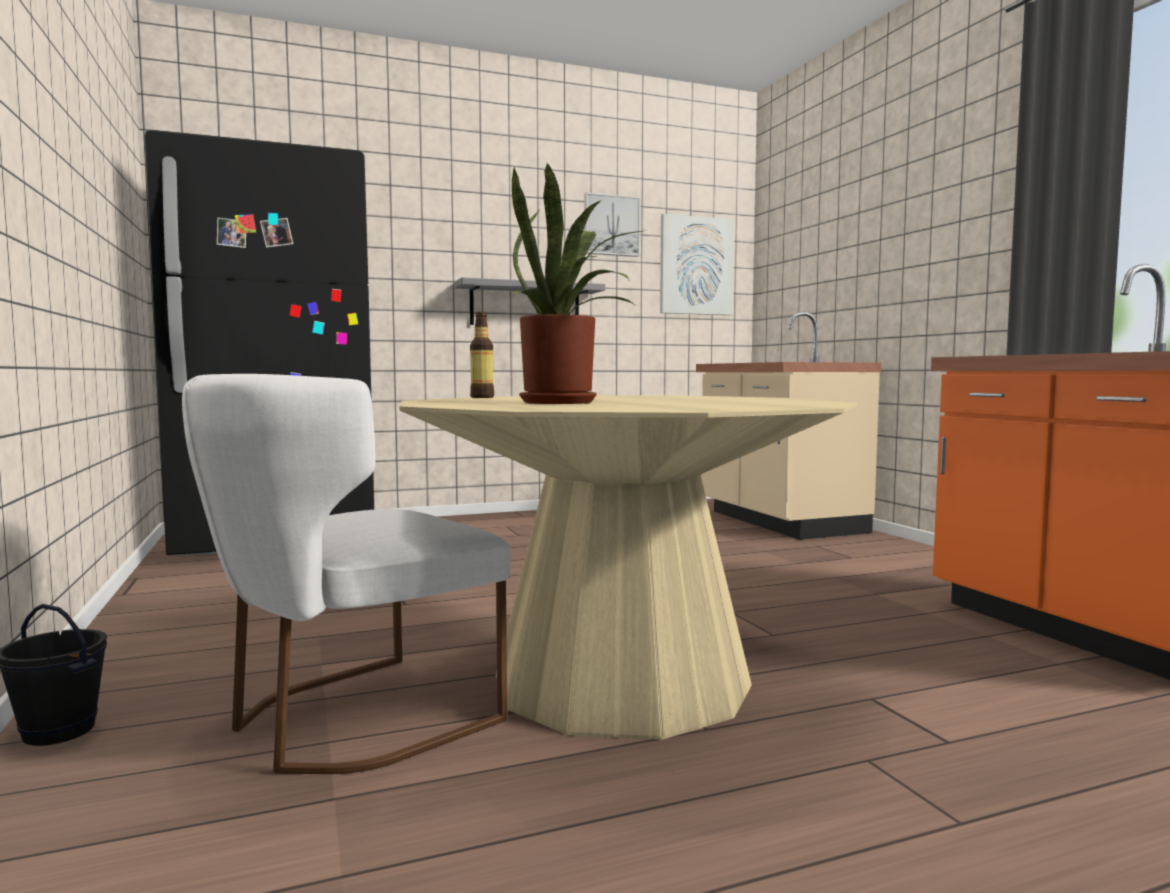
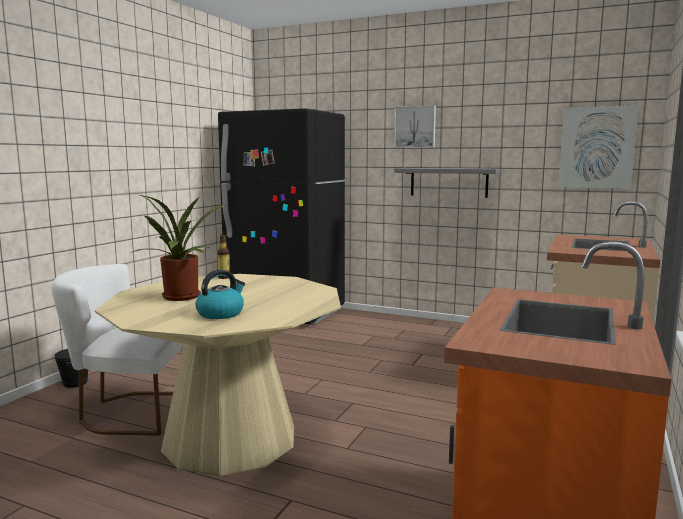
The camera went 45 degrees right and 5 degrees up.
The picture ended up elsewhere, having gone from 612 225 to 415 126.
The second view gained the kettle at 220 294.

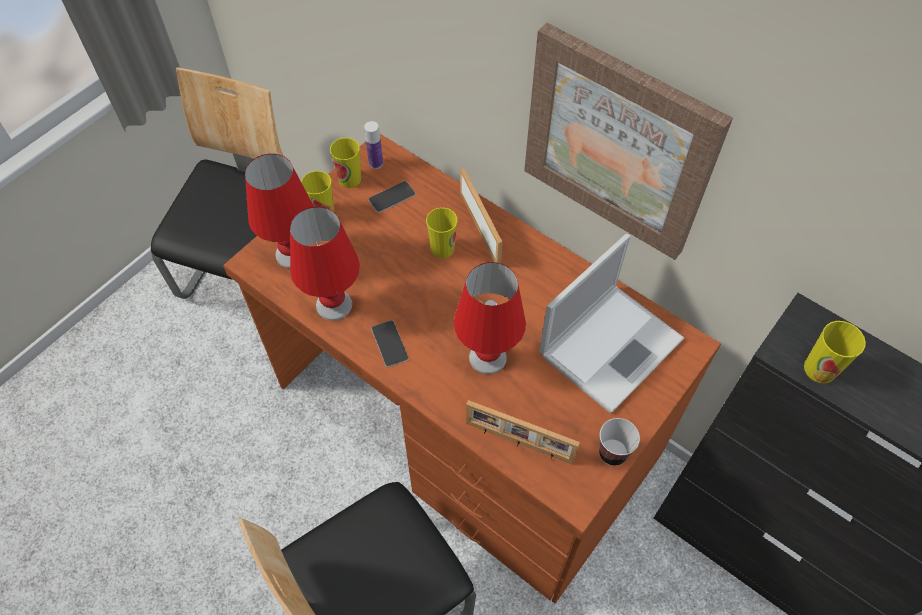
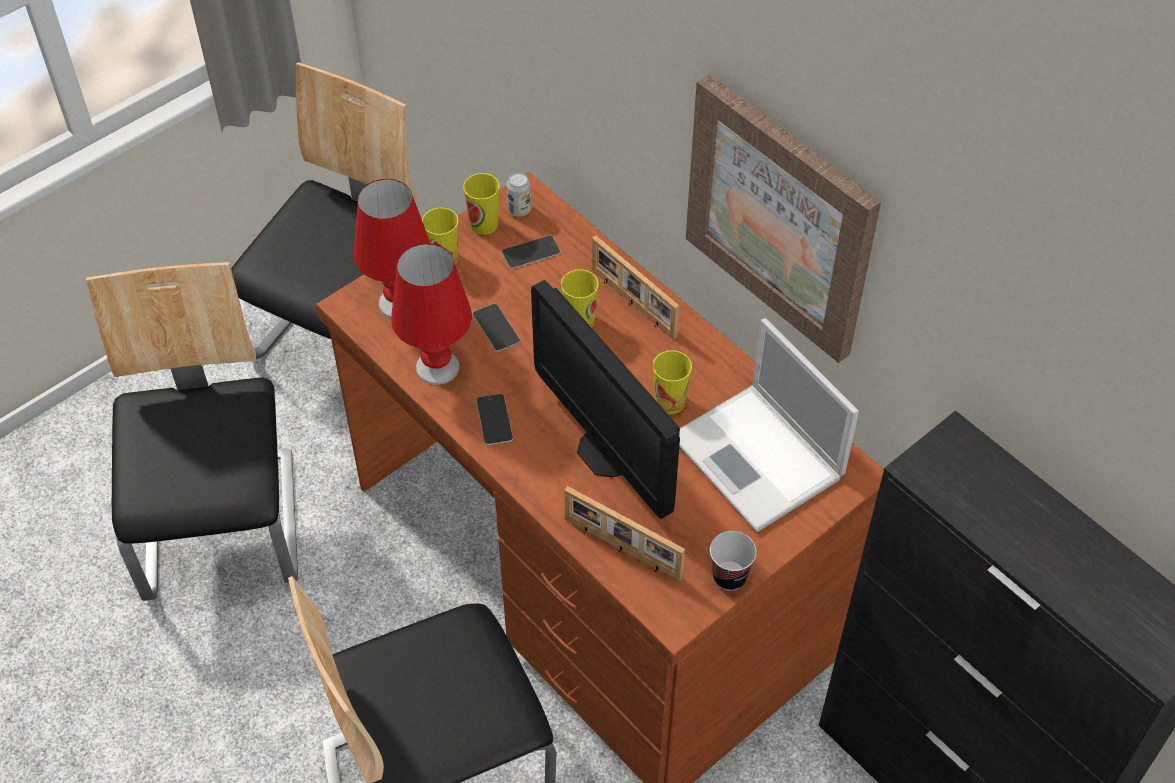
The camera went 10 degrees right and 5 degrees down.
Where the bottle stood at 373 145, the can came to stand at 519 195.
Where the red table lamp stood at 490 318, the monitor came to stand at 605 399.
The picture frame at 481 216 ended up facing another way, 150 degrees clockwise from before.
The laptop at 611 323 ended up facing another way, 90 degrees clockwise from before.
The cup ended up elsewhere, having gone from 835 352 to 672 382.
The second view gained the chair at 192 431.
The second view gained the phone at 496 327.

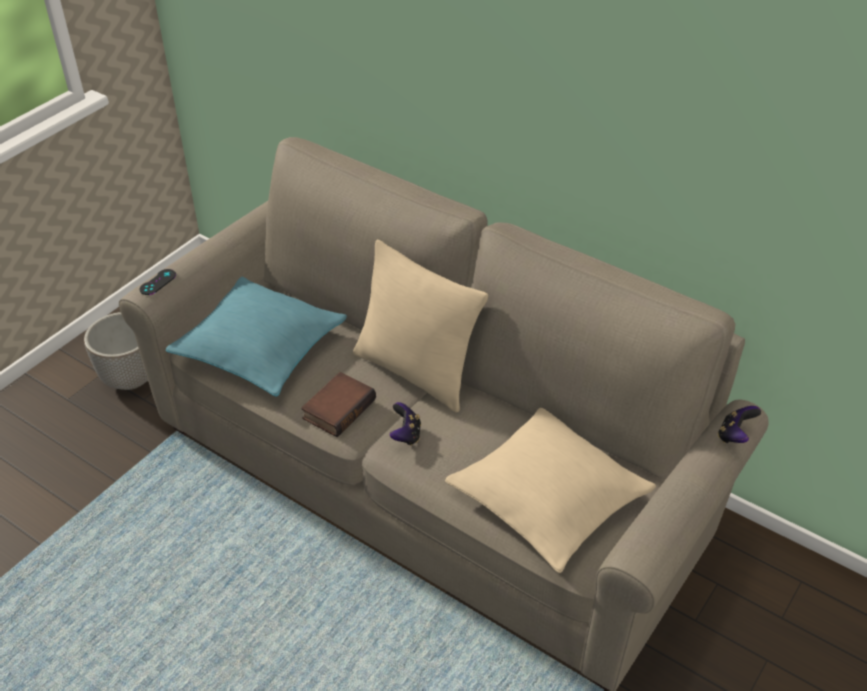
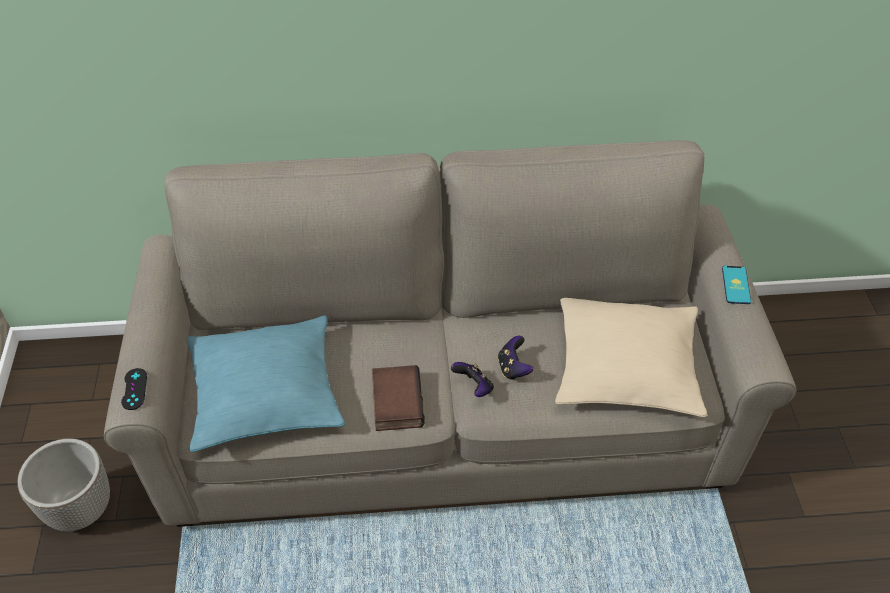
The camera went 40 degrees left and 5 degrees up.
The second view lost the beige pillow at 420 326.
The game controller ended up elsewhere, having gone from 739 424 to 515 358.
The second view gained the phone at 736 285.

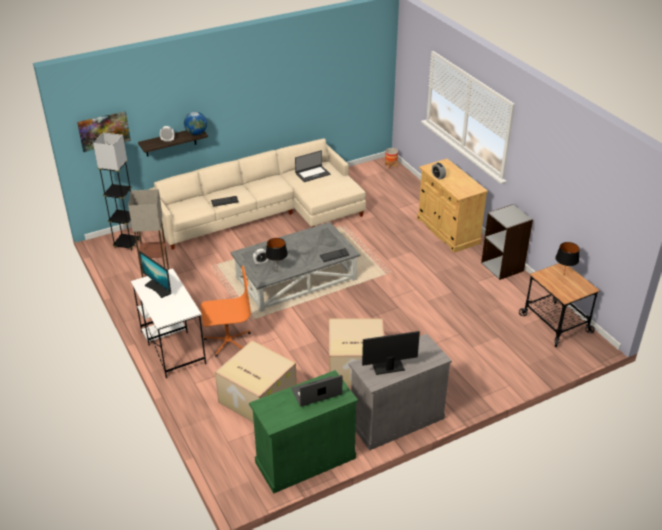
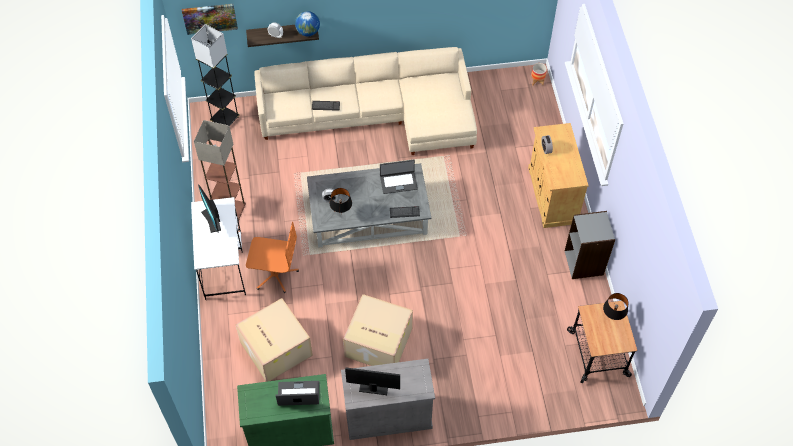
The camera went 20 degrees right and 20 degrees up.
The laptop ended up elsewhere, having gone from 312 166 to 399 177.

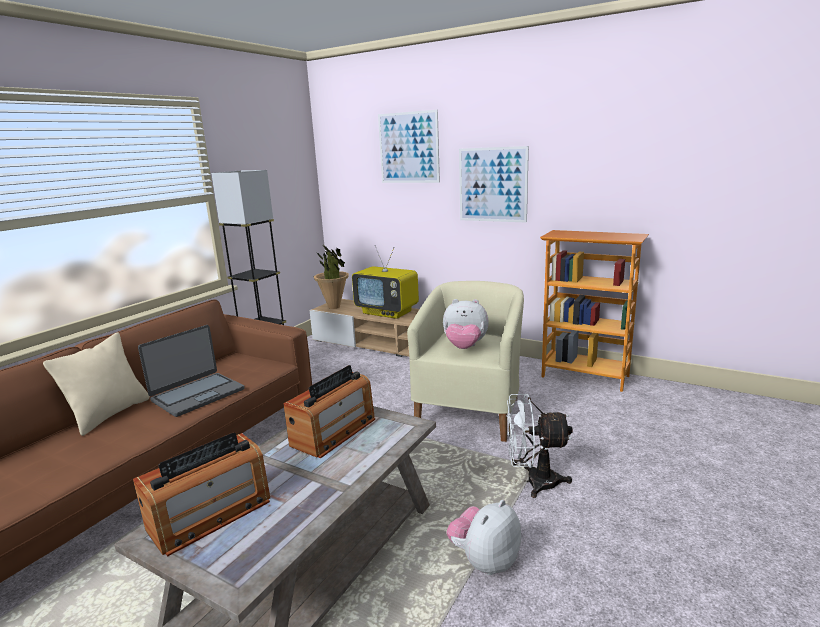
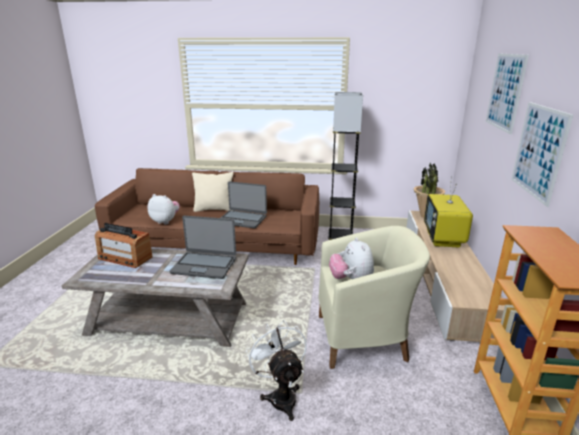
The camera went 65 degrees right and 5 degrees up.
Where the radio stood at 329 411, the laptop came to stand at 203 247.
The plush toy ended up elsewhere, having gone from 484 537 to 164 209.

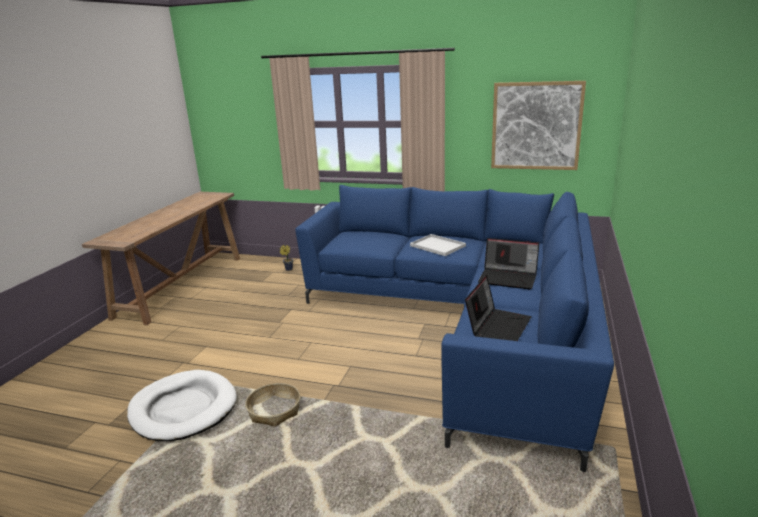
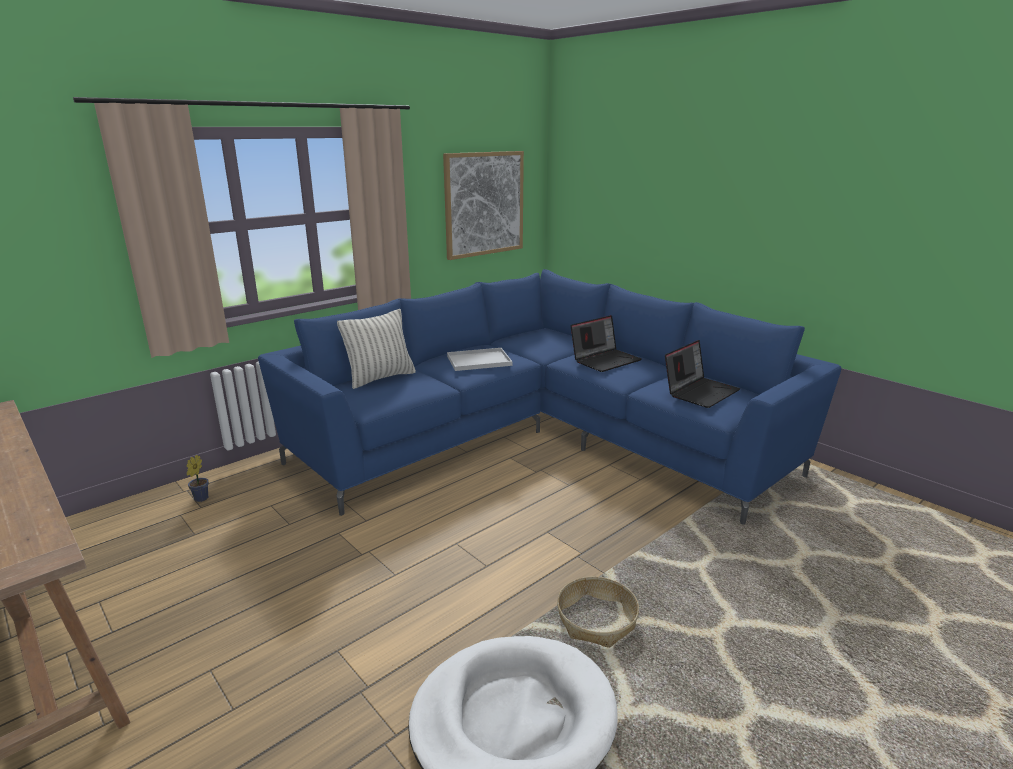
The camera went 60 degrees left and 0 degrees up.
The laptop at 498 308 ended up facing another way, 75 degrees clockwise from before.
The second view gained the pillow at 376 349.

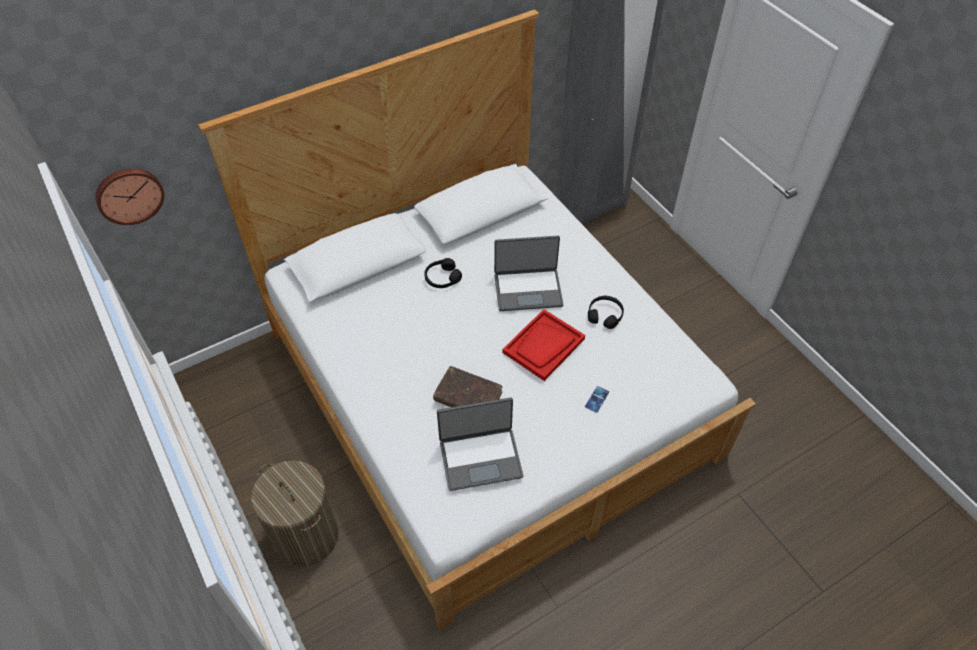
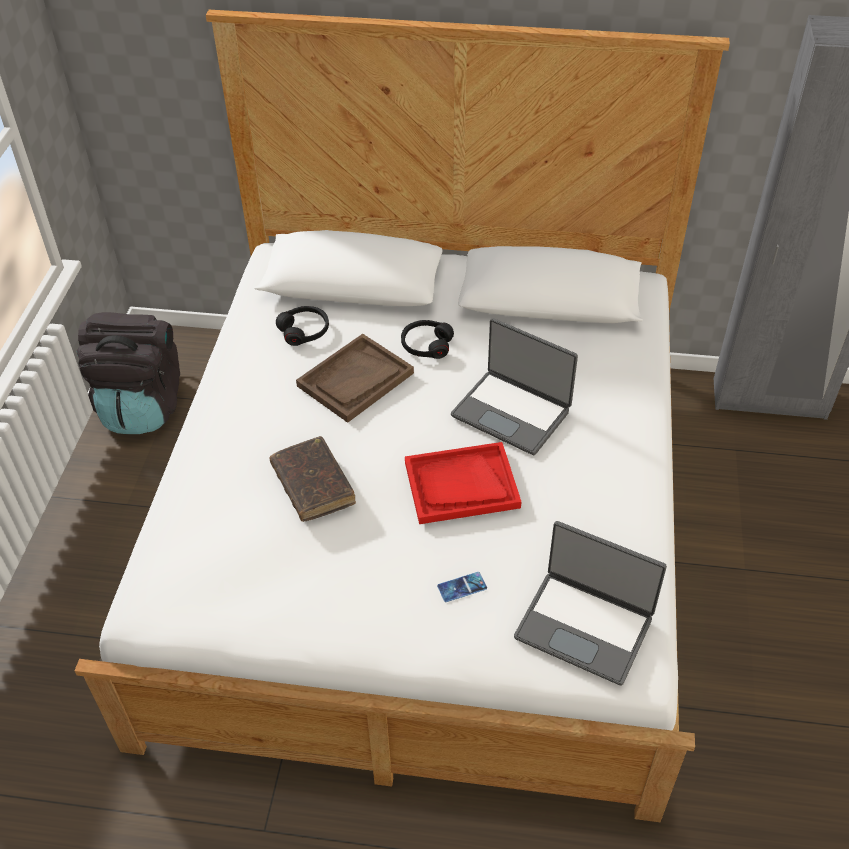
The camera went 40 degrees right and 5 degrees down.
The second view lost the wall clock at 129 196.
The second view lost the laundry basket at 295 514.
The laptop ended up elsewhere, having gone from 480 444 to 590 603.
The black headphones ended up elsewhere, having gone from 606 312 to 302 326.
The second view gained the black backpack at 128 373.
The second view gained the brown tray at 355 378.

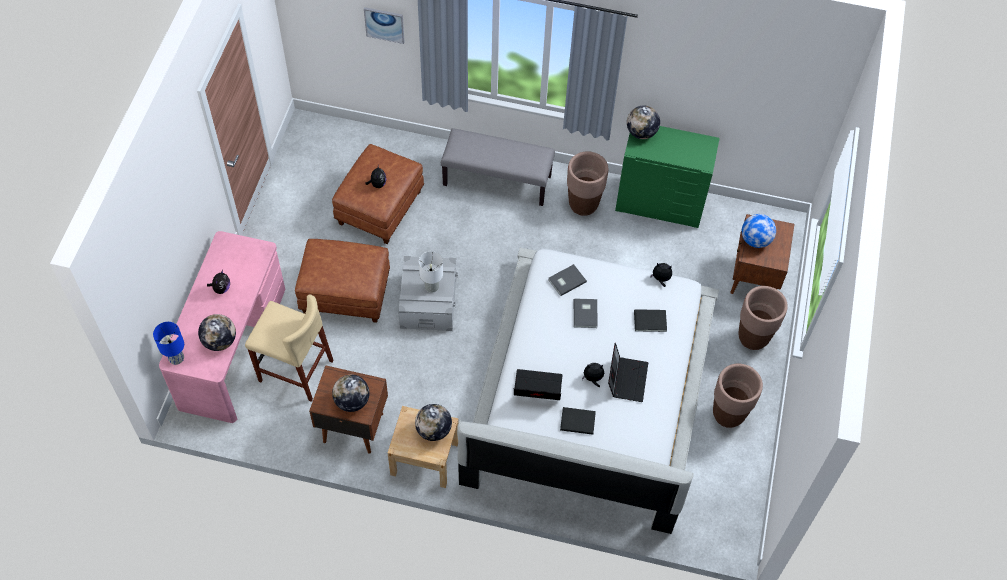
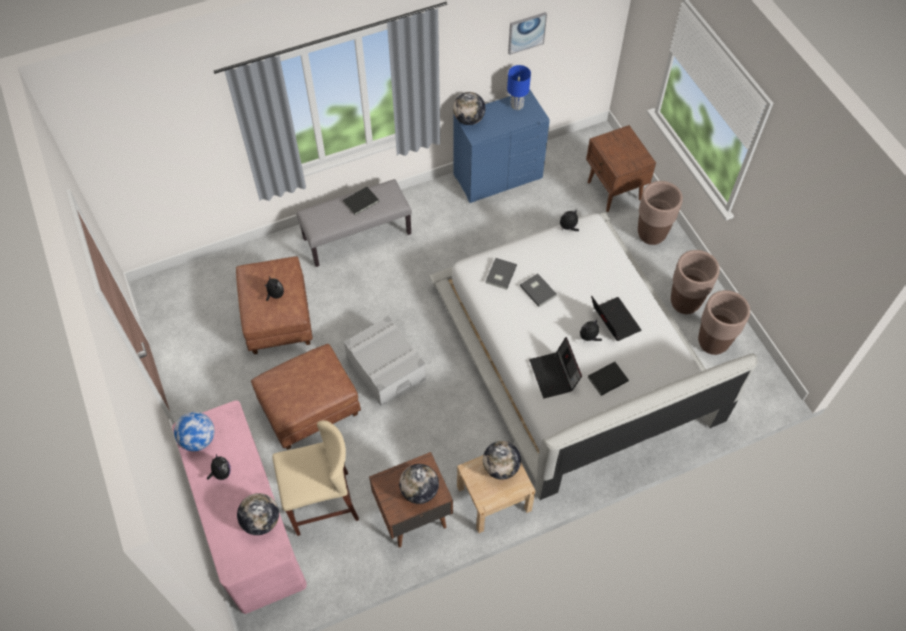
The camera went 35 degrees left and 0 degrees up.
The blue table lamp ended up elsewhere, having gone from 168 343 to 519 87.
The picture ended up elsewhere, having gone from 384 25 to 527 33.
The second view lost the white table lamp at 431 272.
The laptop at 538 384 ended up facing another way, 75 degrees counterclockwise from before.
The brown planter ended up elsewhere, having gone from 587 183 to 724 322.
What was the green dresser at 667 177 turned into the blue dresser at 502 146.
The black book ended up elsewhere, having gone from 650 320 to 361 201.
The globe ended up elsewhere, having gone from 759 231 to 194 431.

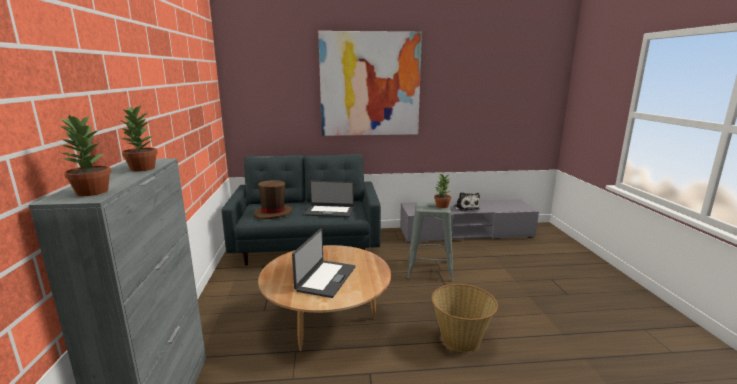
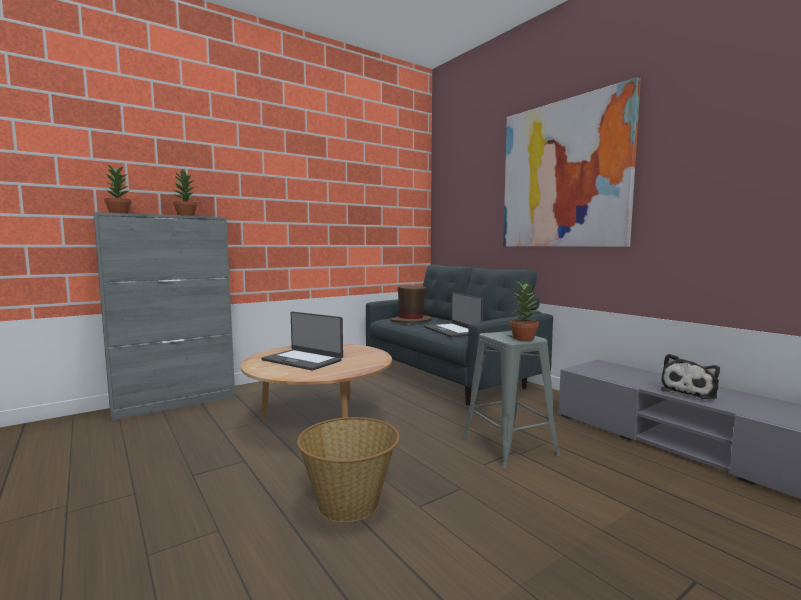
The camera went 60 degrees right and 10 degrees down.
The laptop at 323 263 ended up facing another way, 45 degrees clockwise from before.

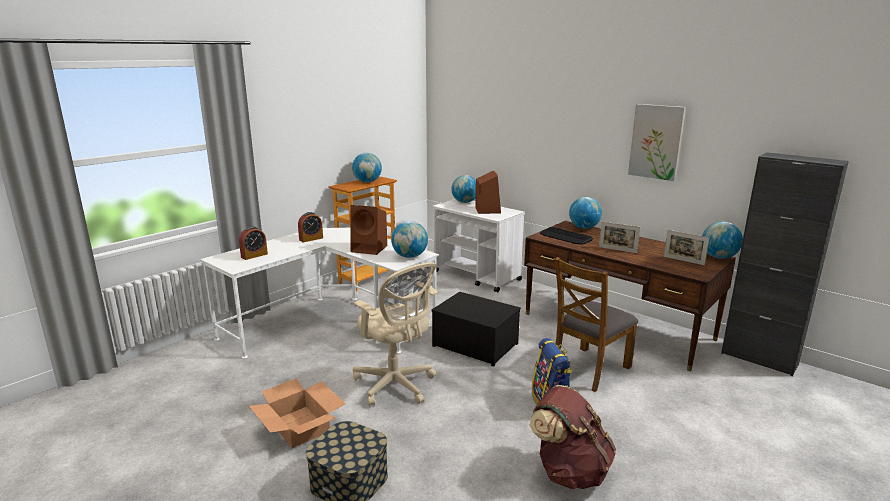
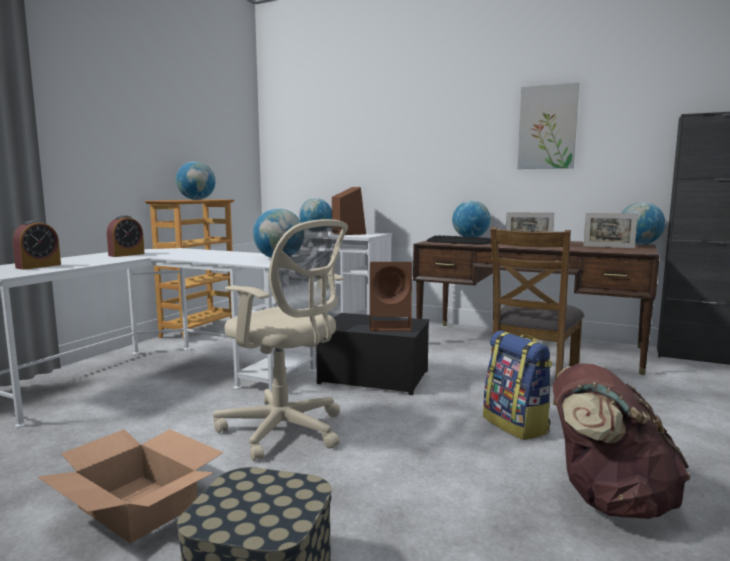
The camera went 15 degrees left and 10 degrees down.
The brown speaker ended up elsewhere, having gone from 369 230 to 391 297.

